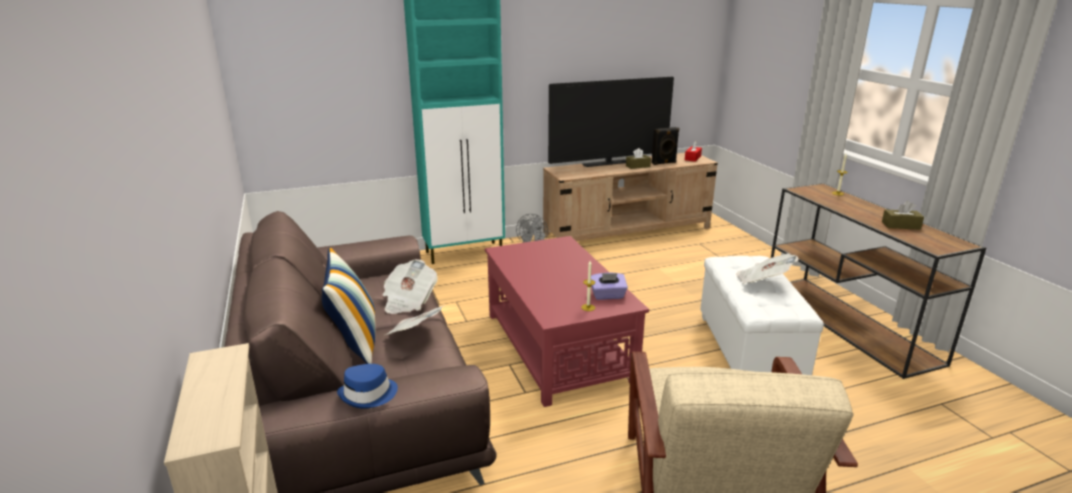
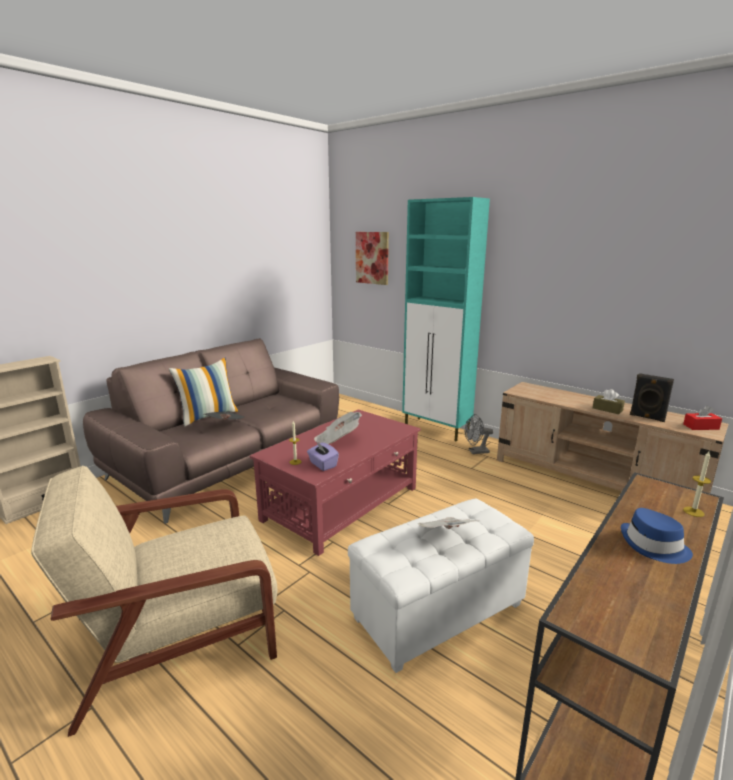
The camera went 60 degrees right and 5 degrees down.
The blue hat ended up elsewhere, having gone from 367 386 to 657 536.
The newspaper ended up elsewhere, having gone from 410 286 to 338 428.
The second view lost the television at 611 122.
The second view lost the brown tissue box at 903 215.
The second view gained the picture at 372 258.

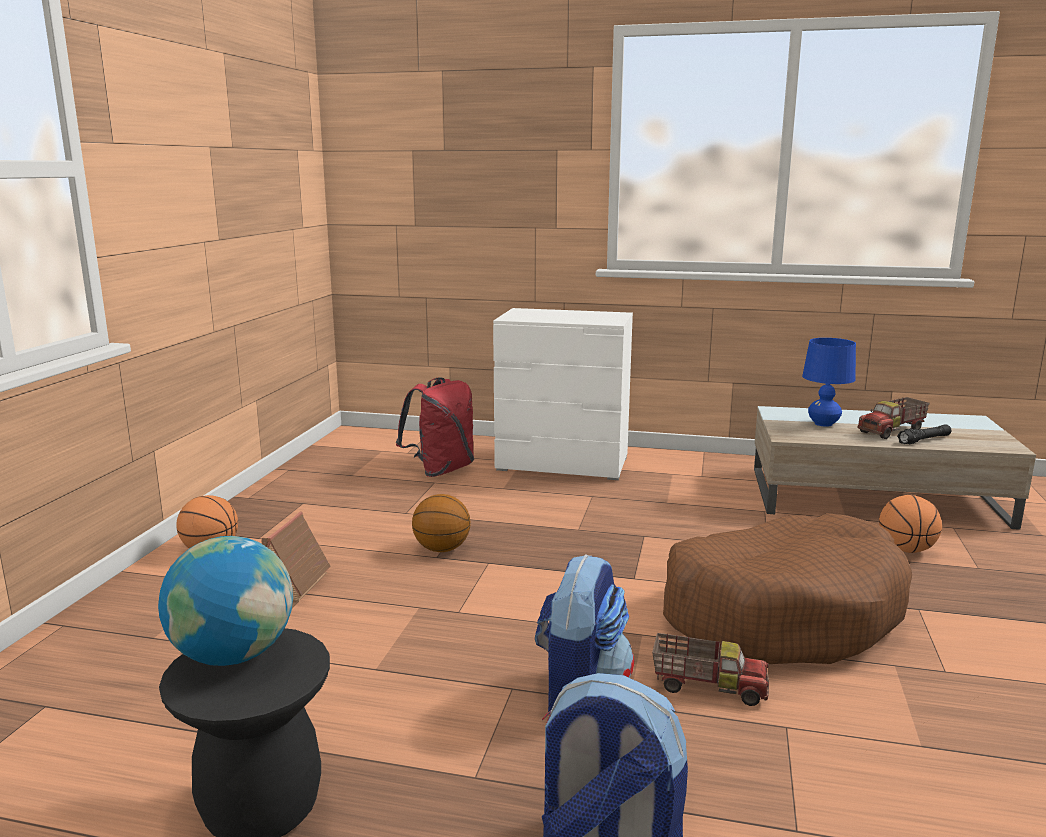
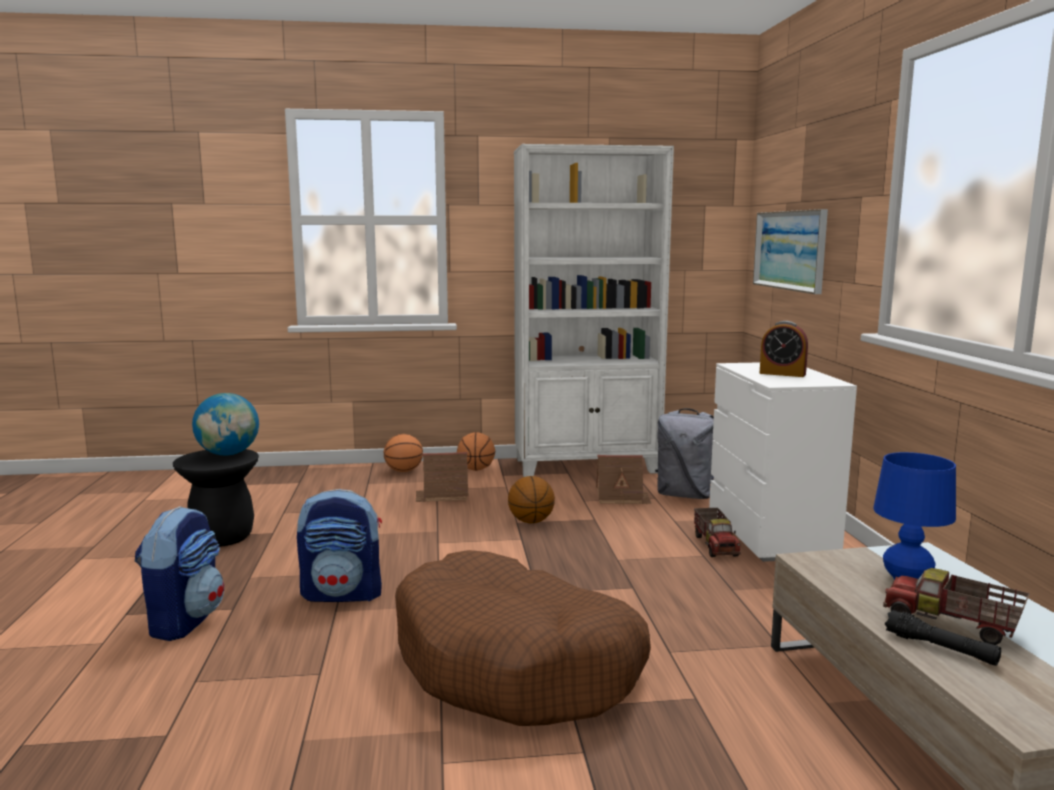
The camera went 70 degrees right and 5 degrees down.
What was the red backpack at 435 427 turned into the grey backpack at 684 453.
The toy truck ended up elsewhere, having gone from 710 669 to 717 532.
The basketball ended up elsewhere, having gone from 910 524 to 403 453.
The second view gained the white bookcase at 594 310.
The second view gained the toy house at 624 479.
The second view gained the picture at 790 251.
The second view gained the alarm clock at 783 349.

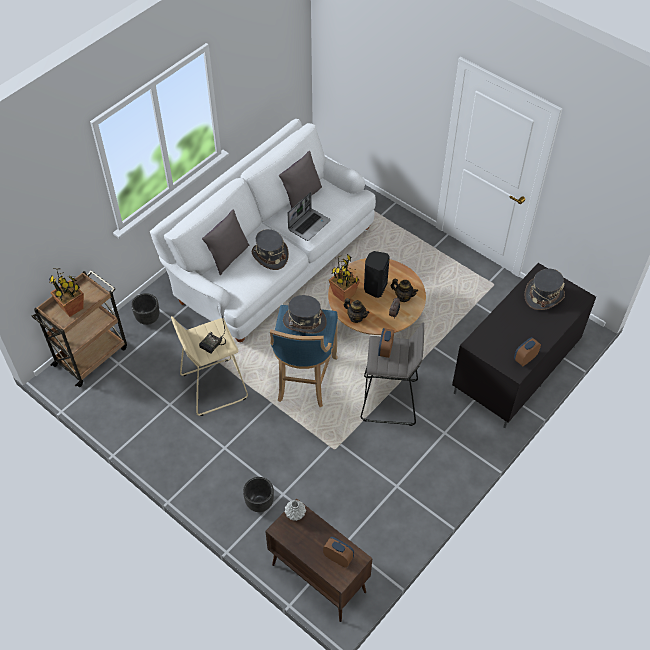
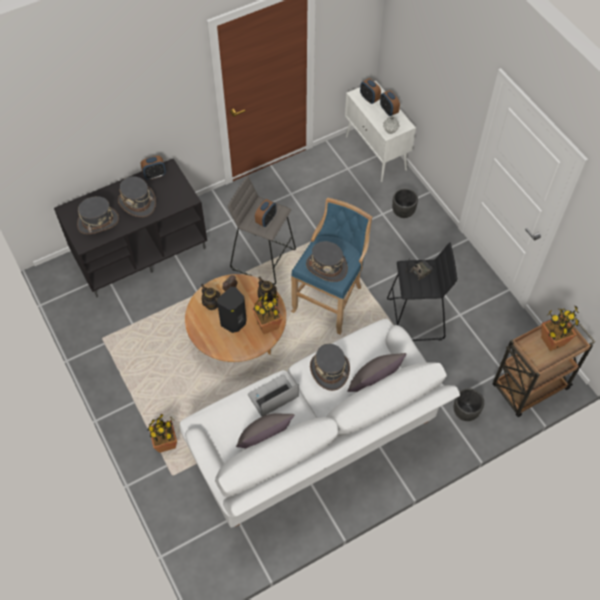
The camera went 160 degrees left and 5 degrees up.
What was the beige stool at 209 366 turned into the black stool at 422 292.
What was the brown cabinet at 318 560 turned into the white cabinet at 380 131.
The second view gained the grey hat at 137 196.
The second view gained the potted plant at 162 433.
The second view gained the alarm clock at 390 103.

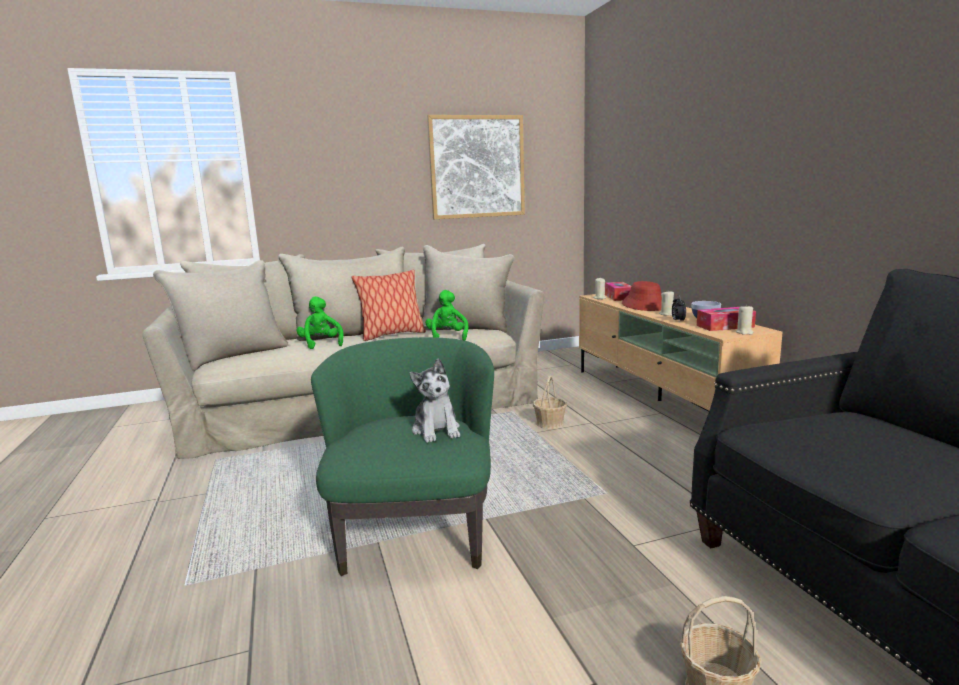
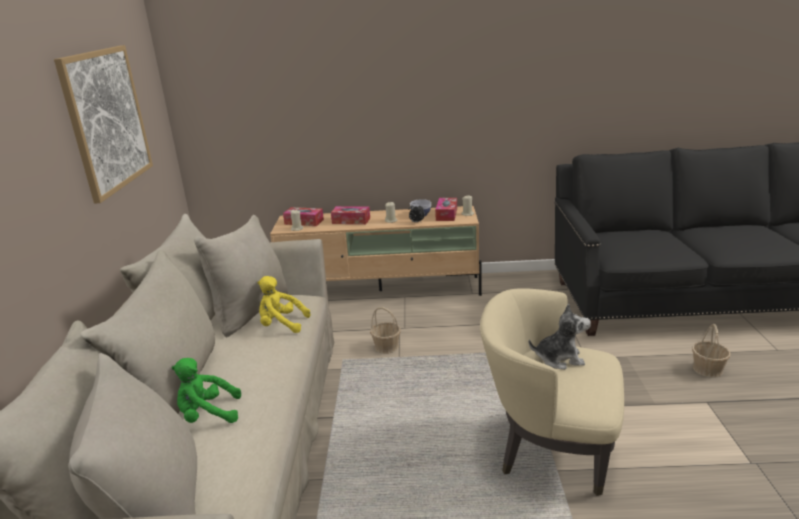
The camera went 70 degrees left and 10 degrees up.
What was the green armchair at 402 456 turned into the beige armchair at 552 392.
The second view lost the pillow at 388 305.
What was the green plush toy at 446 315 turned into the yellow plush toy at 284 304.
Where the red hat stood at 642 296, the tissue box came to stand at 350 215.

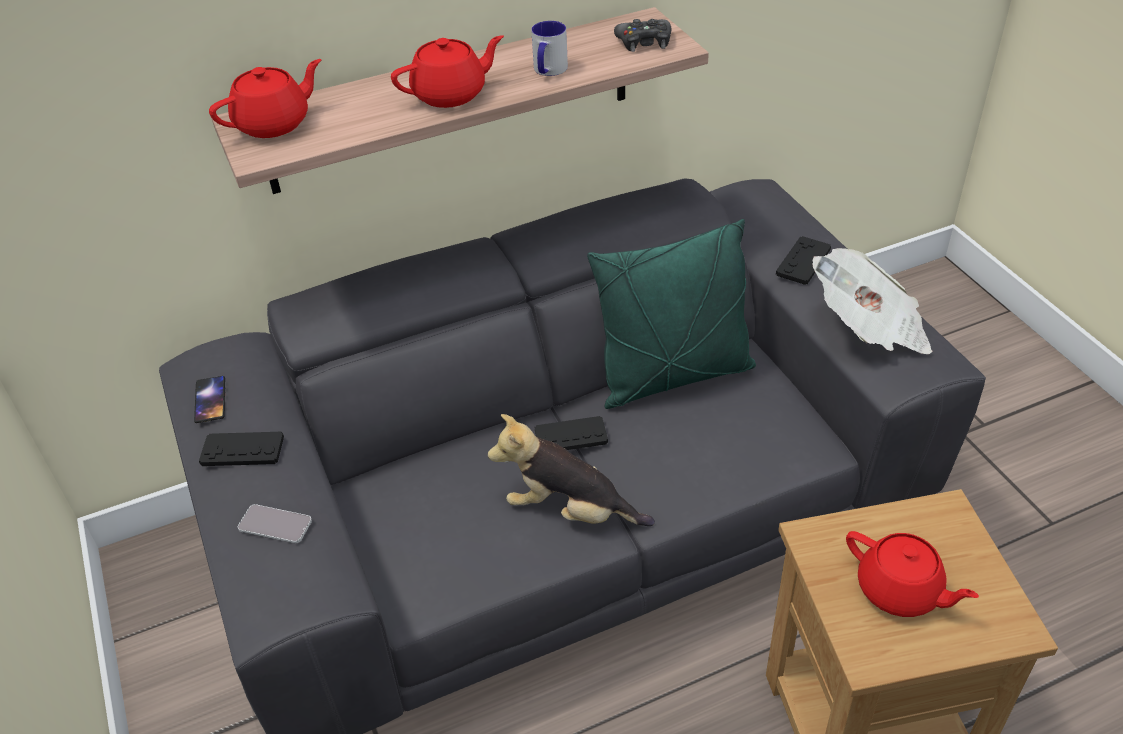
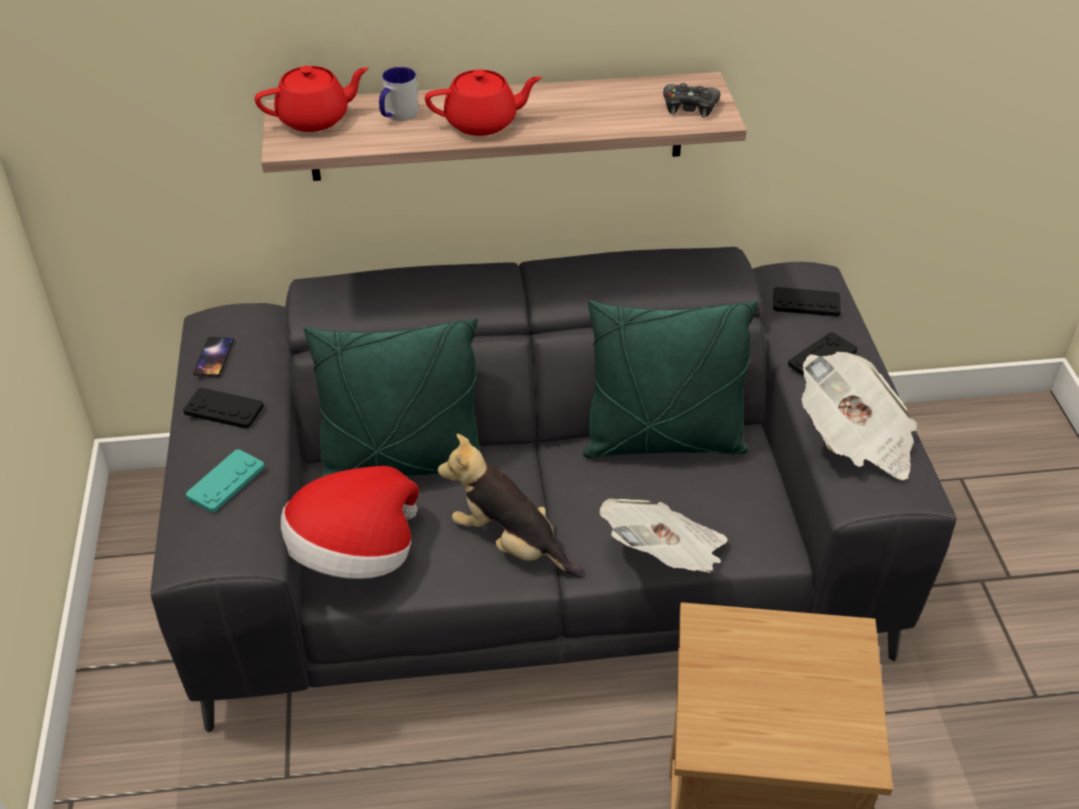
The camera went 15 degrees right and 0 degrees up.
Where the phone stood at 275 524, the turquoise game controller came to stand at 225 481.
The mug ended up elsewhere, having gone from 549 48 to 399 94.
The black game controller ended up elsewhere, having gone from 571 433 to 807 302.
The second view lost the red teapot at 912 574.
The second view gained the hat at 350 522.
The second view gained the green pillow at 391 398.
The second view gained the newspaper at 663 536.

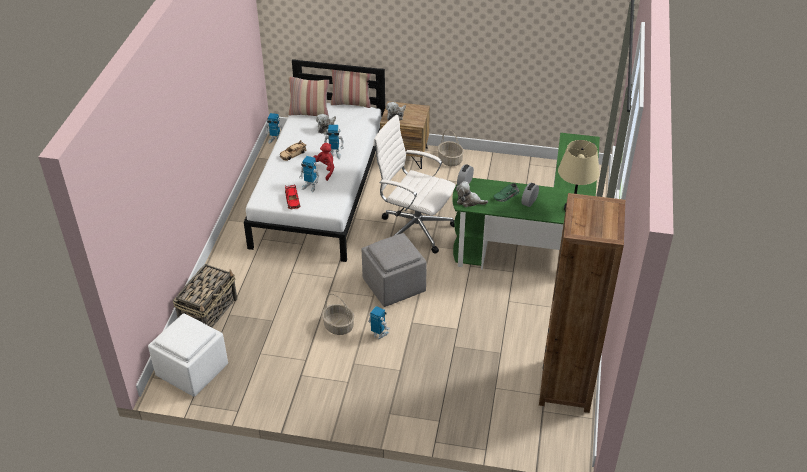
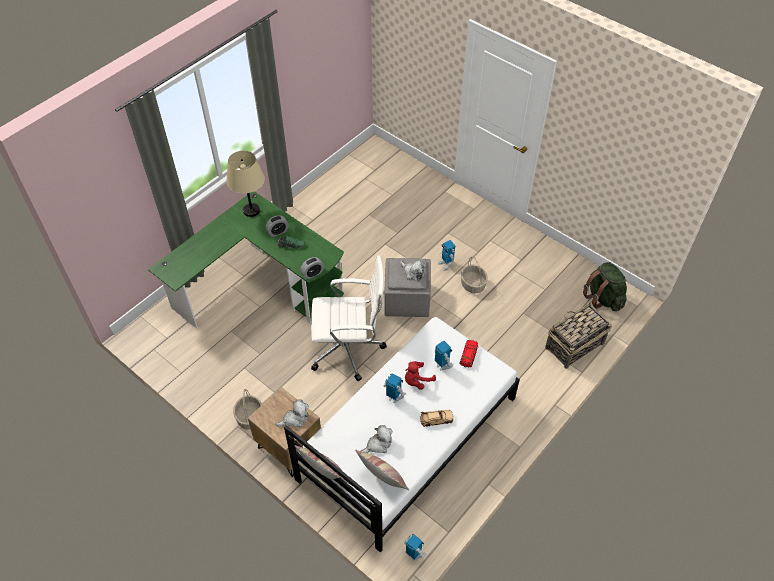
The camera went 150 degrees left and 10 degrees up.
Where the white ottoman stood at 188 355, the green backpack came to stand at 605 286.
The white office chair at 414 184 ended up facing another way, 60 degrees counterclockwise from before.
The plush toy ended up elsewhere, having gone from 472 194 to 413 270.
The second view lost the brown bookcase at 582 303.

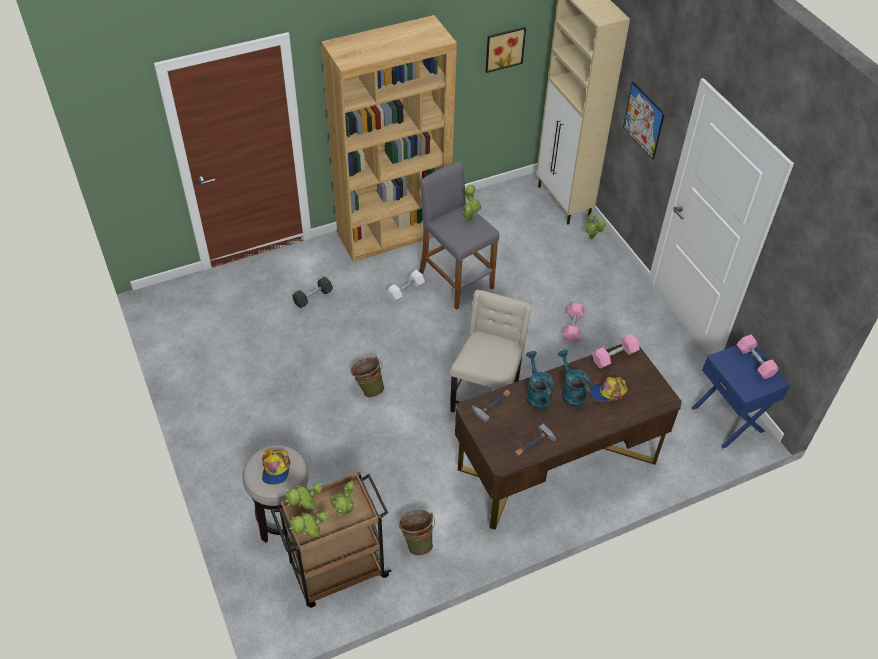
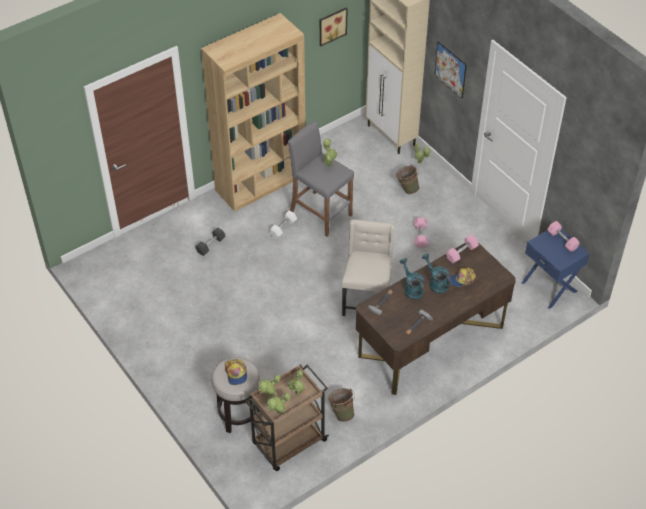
The camera went 10 degrees left and 0 degrees up.
The green bucket ended up elsewhere, having gone from 367 376 to 408 179.

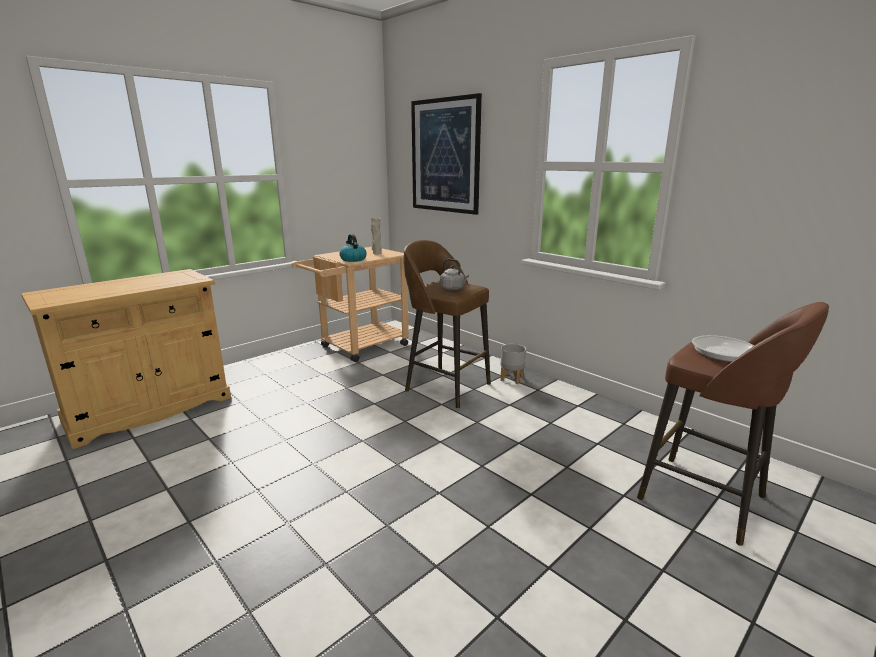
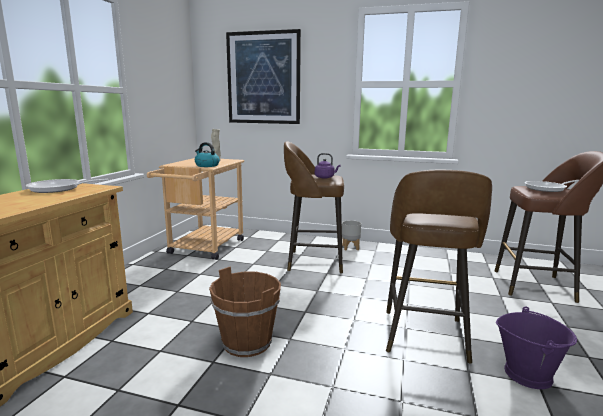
The camera went 30 degrees left and 5 degrees down.
What was the grey kettle at 454 274 turned into the purple kettle at 328 165.
The second view gained the frying pan at 67 186.
The second view gained the brown bucket at 245 312.
The second view gained the brown stool at 439 267.
The second view gained the purple bucket at 536 348.

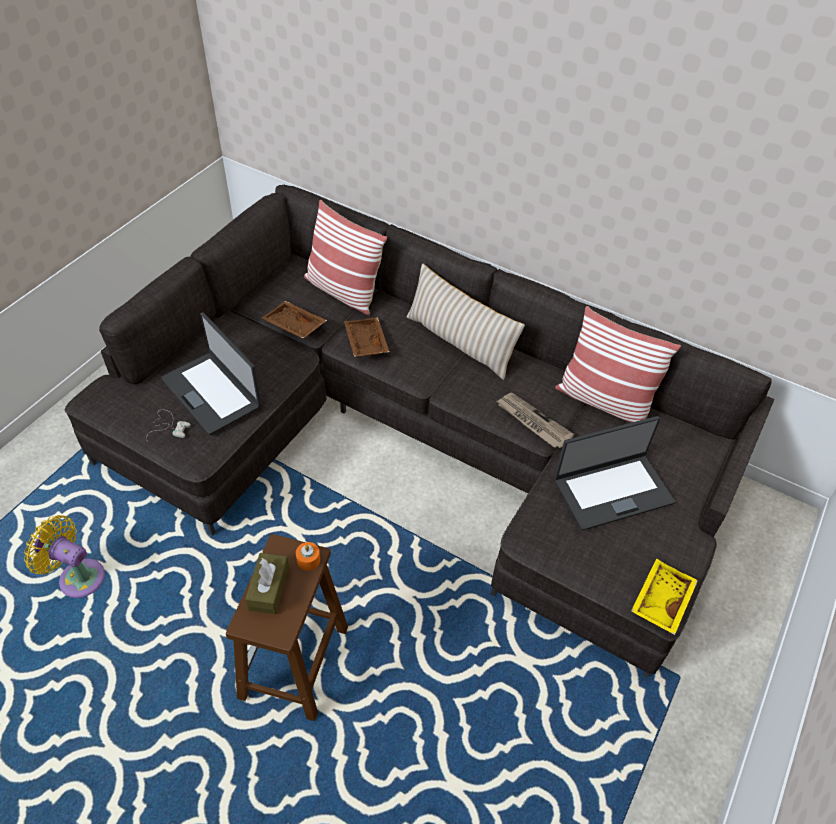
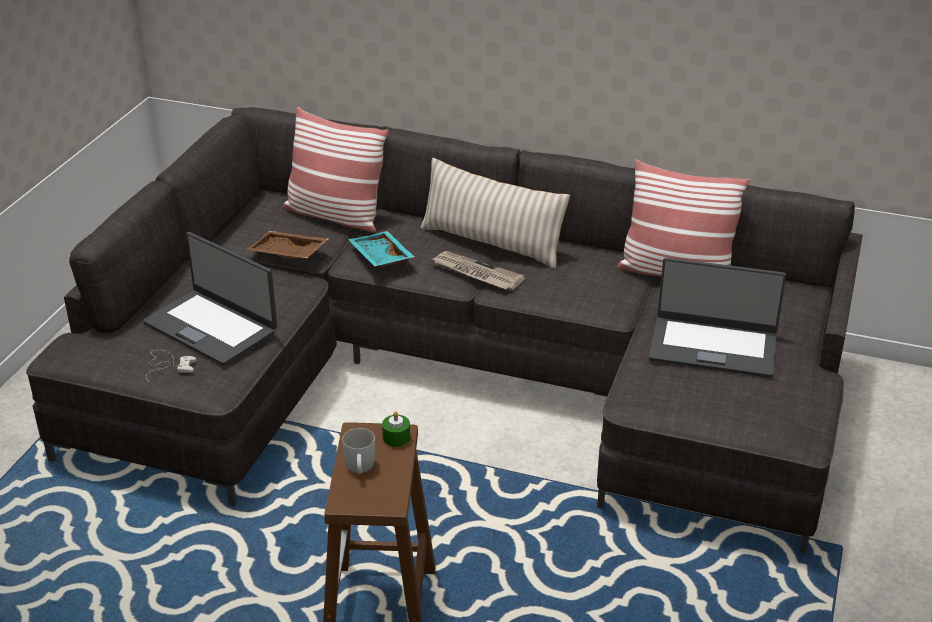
The camera went 10 degrees left and 15 degrees down.
The second view lost the yellow fan at 64 556.
Where the brown tissue box stood at 267 584, the white mug came to stand at 358 451.
What was the orange candle at 308 556 turned into the green candle at 396 429.
What was the brown tray at 367 337 turned into the turquoise tray at 381 249.
The newspaper ended up elsewhere, having gone from 535 420 to 478 270.
The laptop at 614 473 ended up facing another way, 45 degrees clockwise from before.
The second view lost the yellow tray at 664 597.

